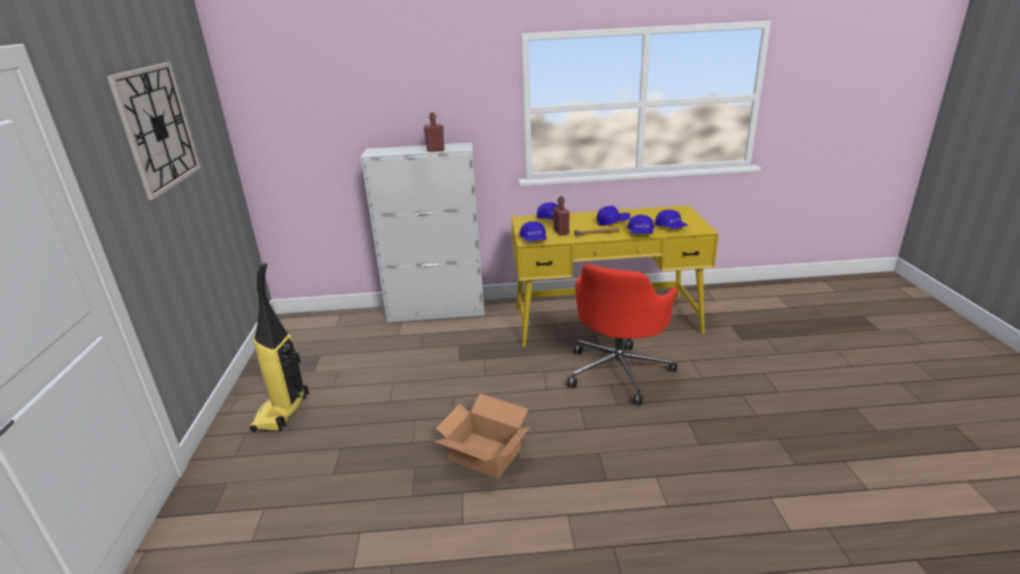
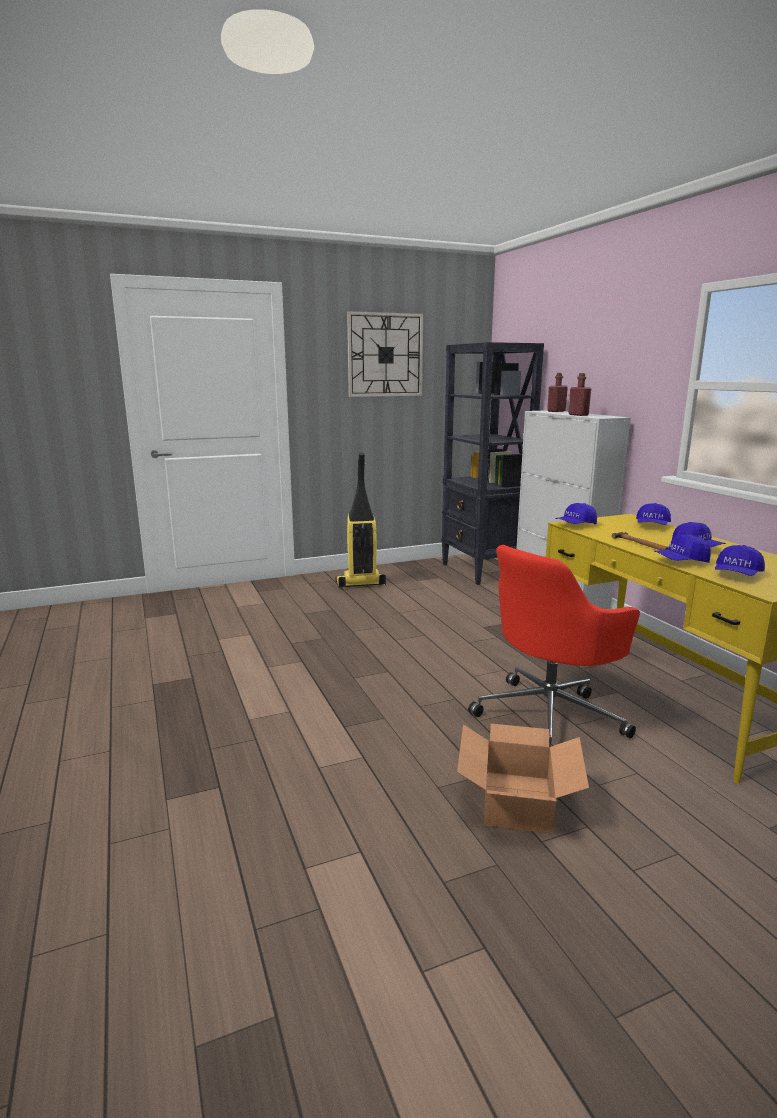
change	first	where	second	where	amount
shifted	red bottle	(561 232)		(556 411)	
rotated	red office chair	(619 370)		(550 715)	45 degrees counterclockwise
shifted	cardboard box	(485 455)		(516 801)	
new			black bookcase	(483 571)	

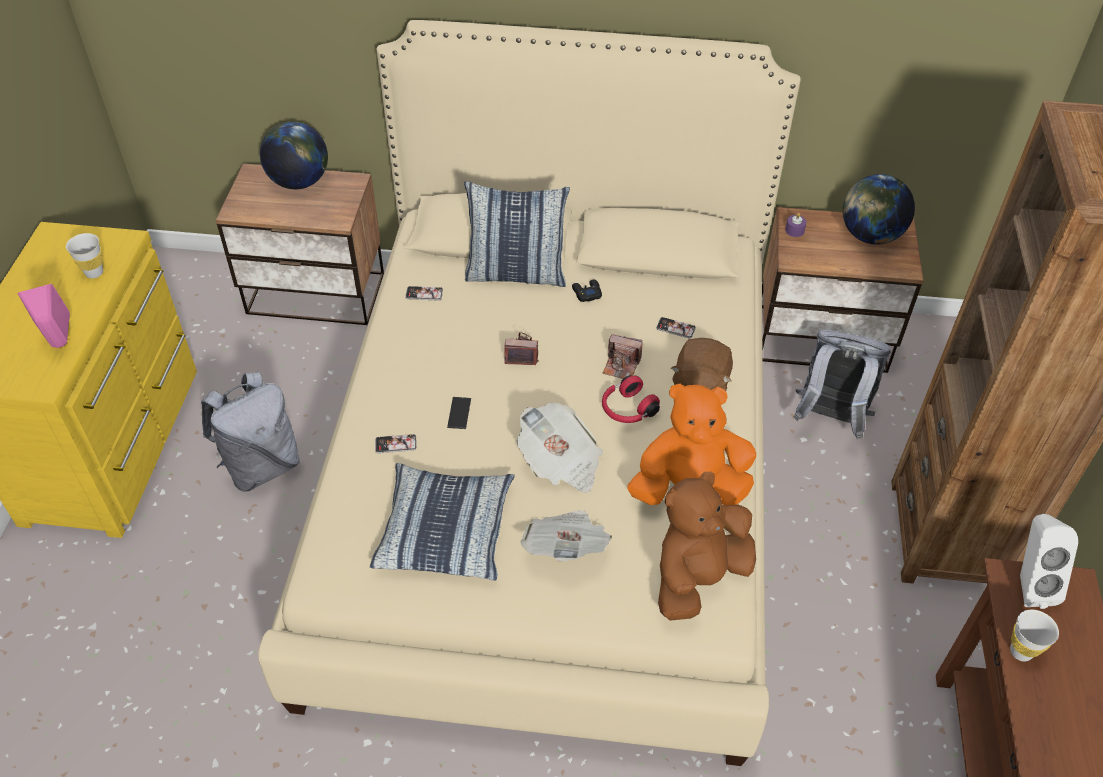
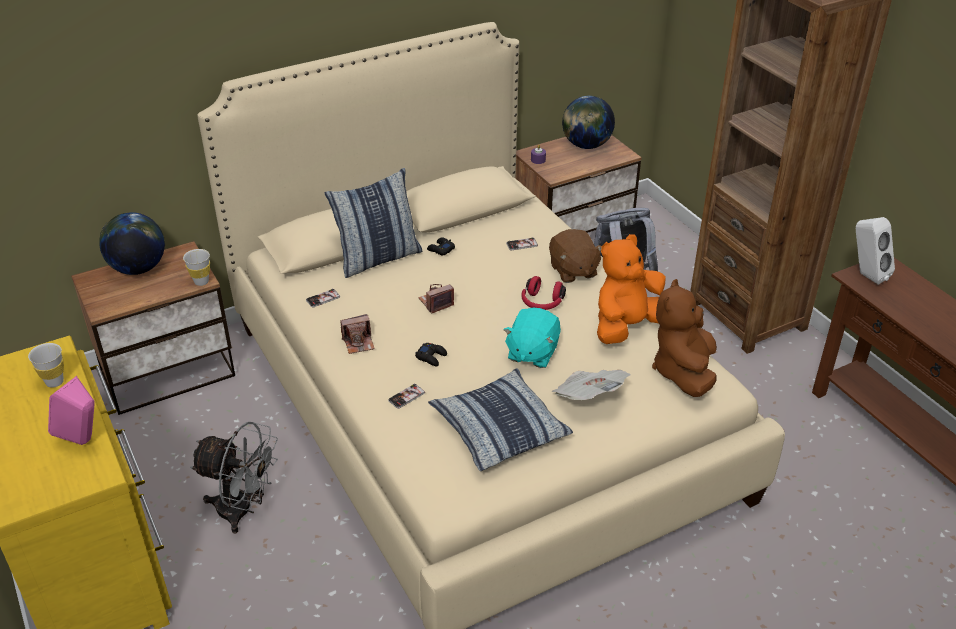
change	first	where	second	where	amount
shifted	photo camera	(621 365)		(358 342)	
swapped	grey backpack	(261 466)	grey fan	(243 510)	
swapped	phone	(459 413)	black game controller	(431 357)	
swapped	newspaper	(560 463)	turquoise plush toy	(532 353)	
shifted	white cup	(1021 652)		(201 281)	

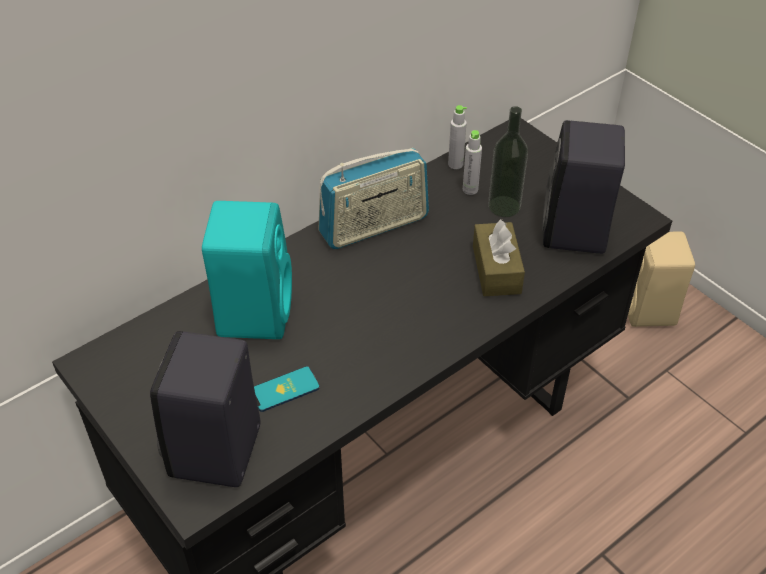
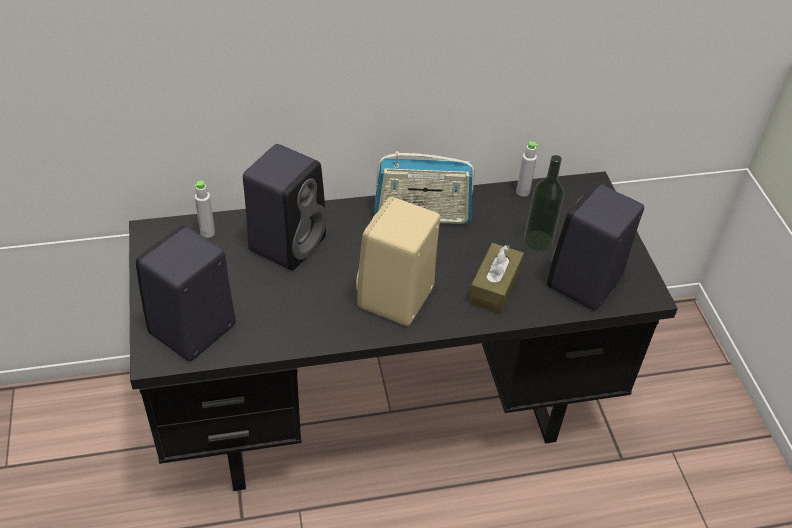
change	first	where	second	where	amount
shifted	grey bottle	(470 189)		(207 232)	
repainted	turquoise speaker	(254 310)	black speaker	(288 242)	
shifted	beige speaker	(649 310)		(395 299)	
gone	phone	(284 389)			

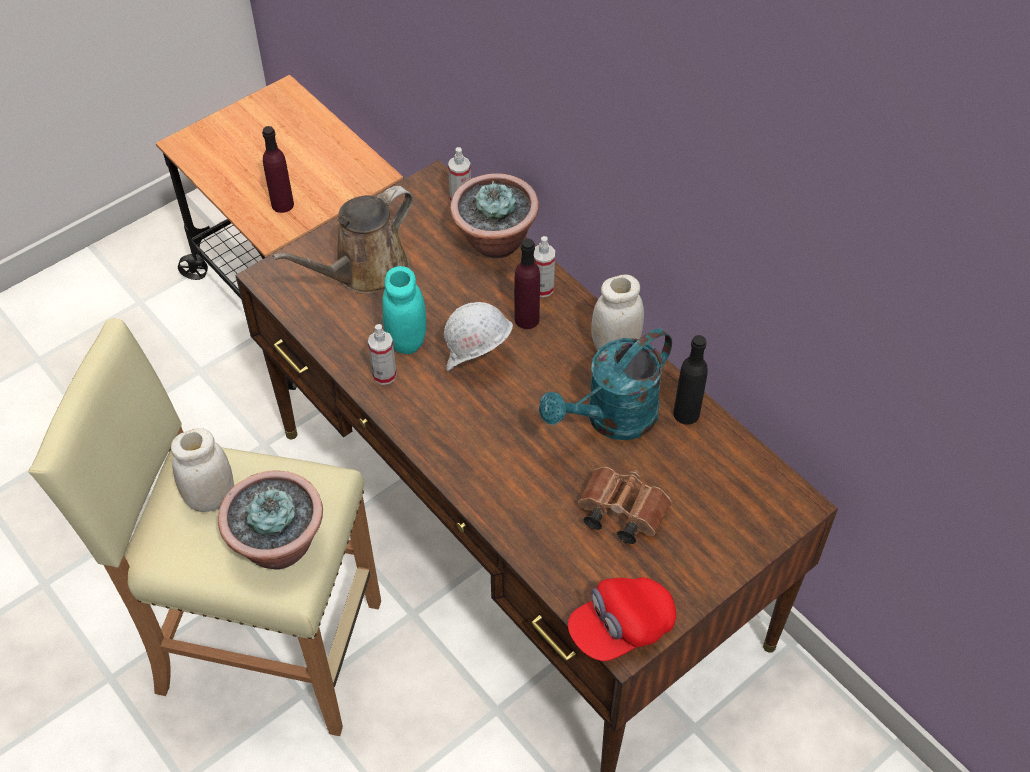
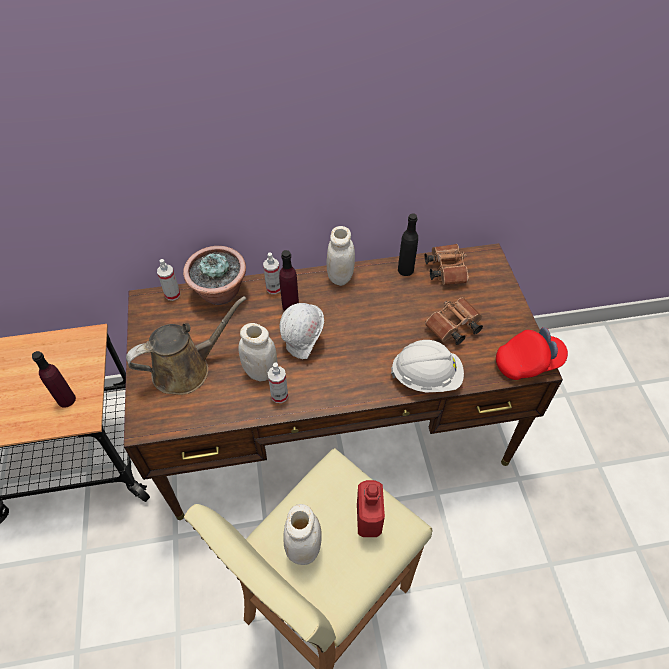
change	first	where	second	where	amount
rotated	brown watering can	(365 271)		(186 369)	105 degrees counterclockwise
repainted	turquoise jar	(406 340)	white jar	(261 371)	
gone	turquoise watering can	(611 419)			
swapped	potted plant	(278 545)	red bottle	(368 519)	
rotated	red cap	(621 628)		(528 363)	105 degrees counterclockwise
new			brown binoculars	(445 269)	
new			white hard hat	(426 377)	

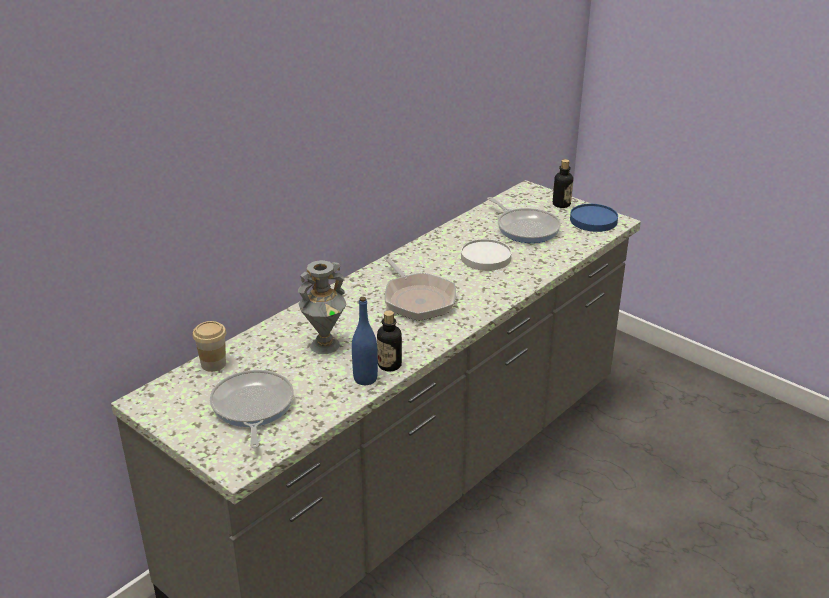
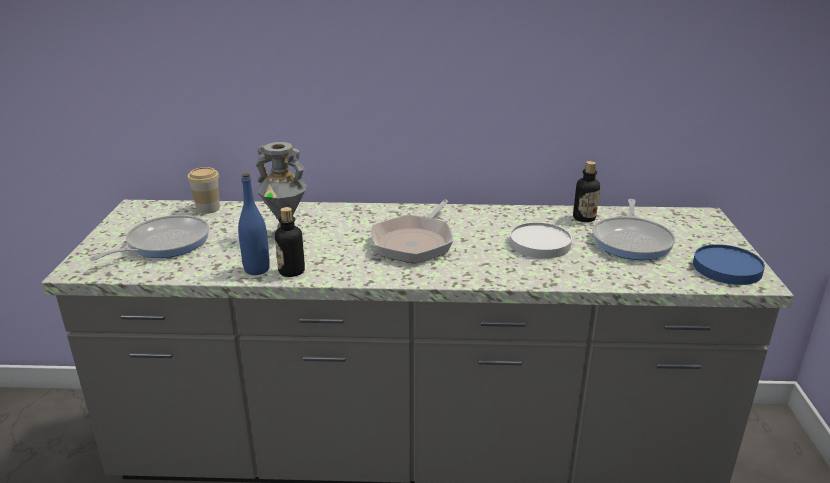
change	first	where	second	where	amount
shifted	bottle	(561 204)		(584 218)	

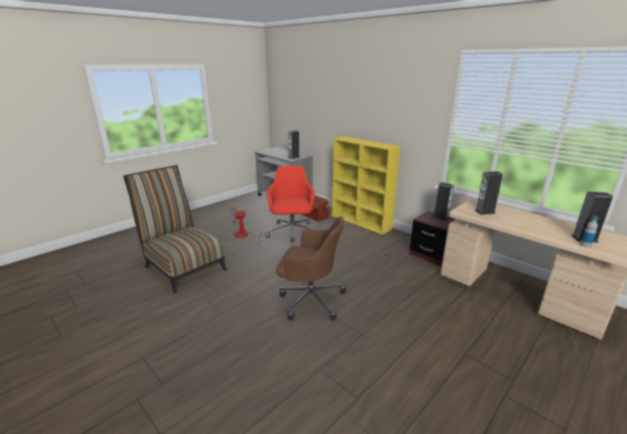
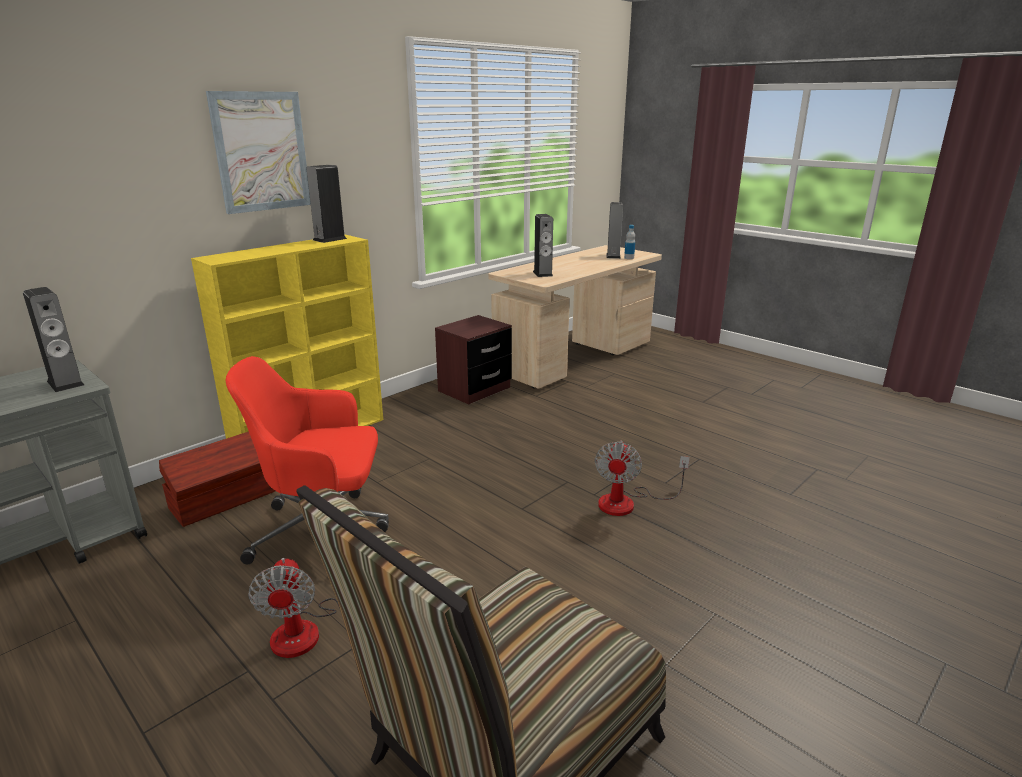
change	first	where	second	where	amount
shifted	speaker	(441 217)		(329 239)	
swapped	brown office chair	(310 299)	fan	(627 502)	
new			picture	(261 152)	

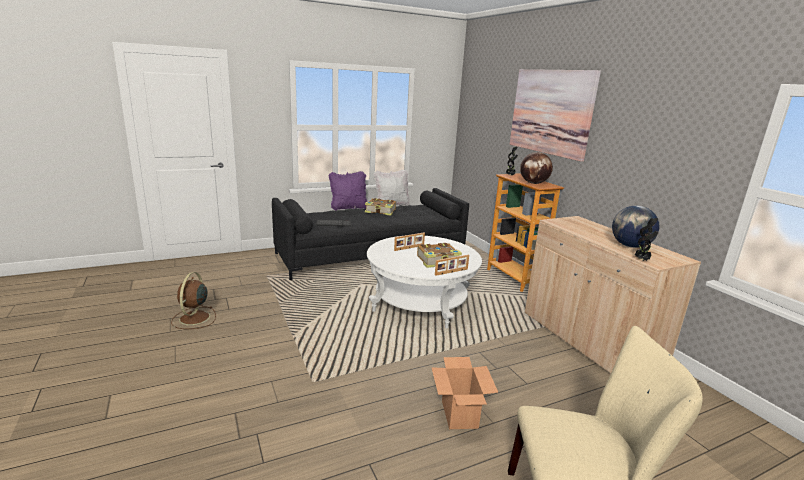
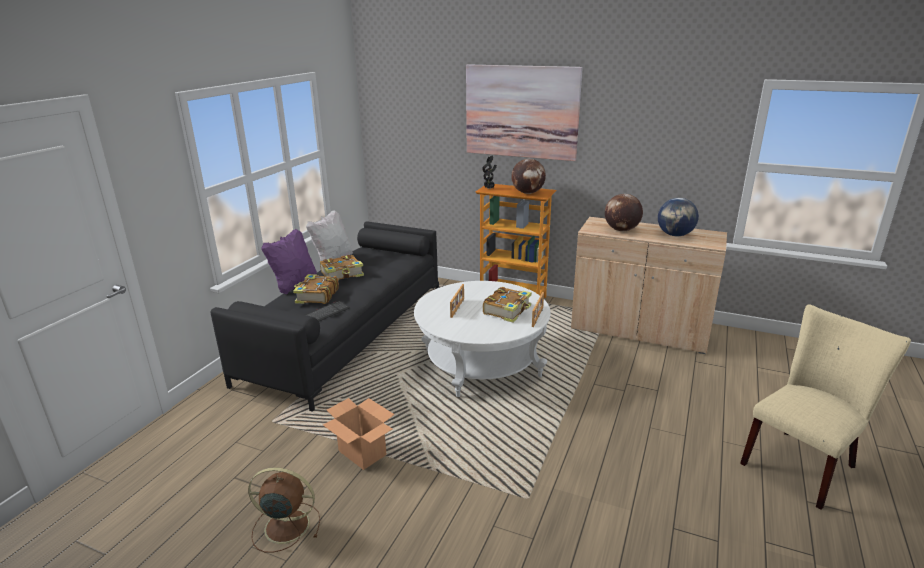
change	first	where	second	where	amount
gone	potted plant	(642 260)			
rotated	brown fan	(194 318)		(285 526)	135 degrees clockwise
shifted	cardboard box	(459 414)		(363 453)	
new			globe	(621 230)	
new			book	(316 296)	

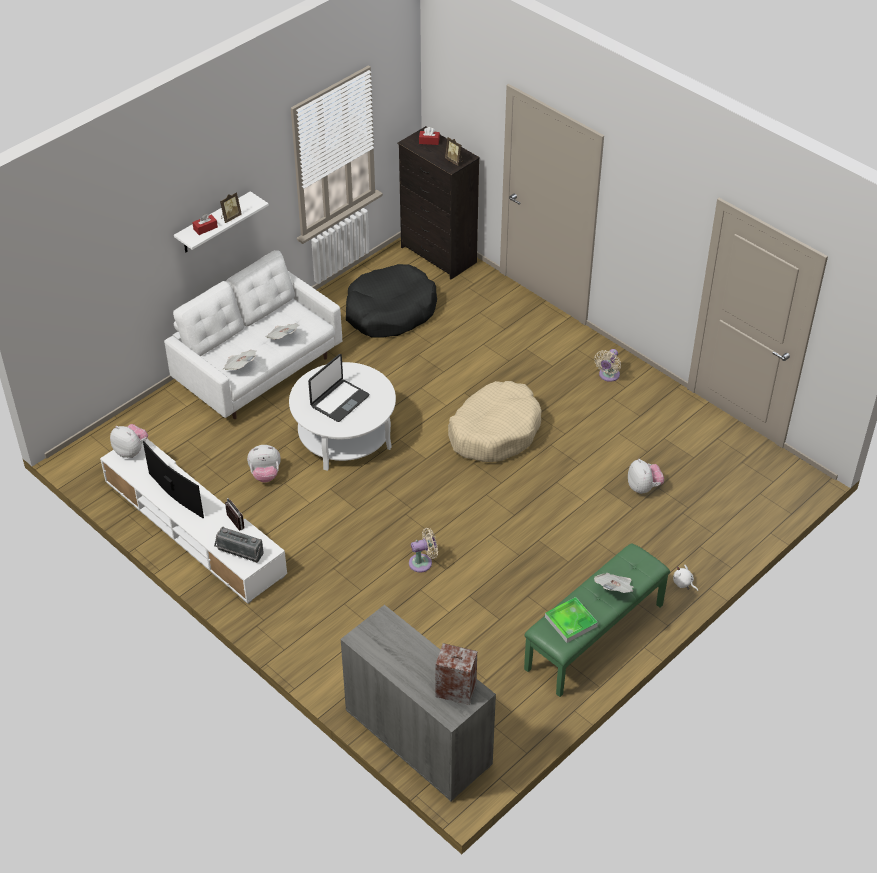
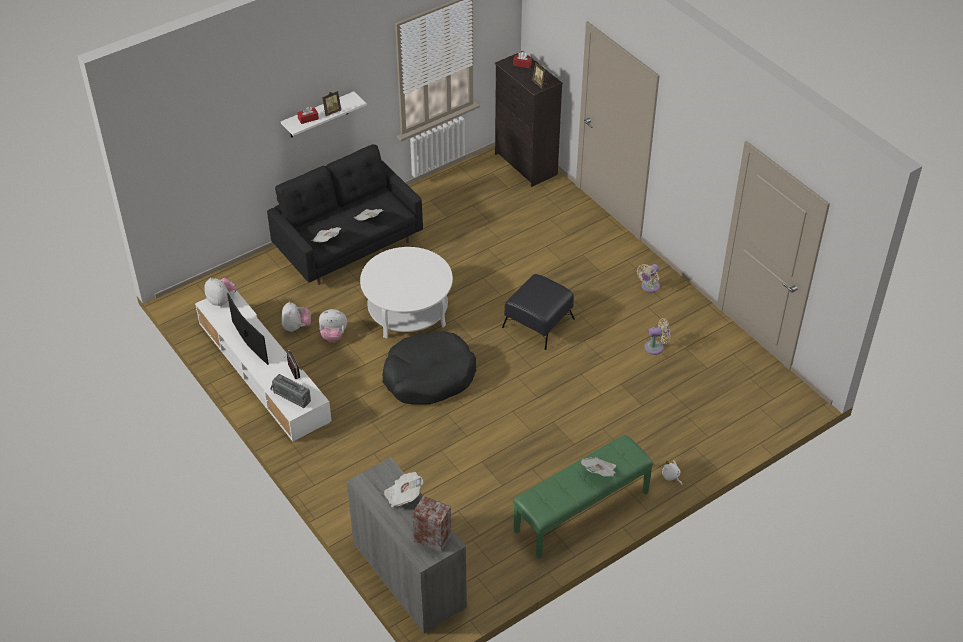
change	first	where	second	where	amount
repainted	white sofa	(259 370)	black sofa	(349 245)	
shifted	black dog bed	(390 311)		(428 377)	
gone	laptop	(339 401)			
swapped	beige dog bed	(494 431)	black ottoman	(537 323)	
shifted	plush toy	(643 487)		(296 327)	
shifted	beige fan	(423 562)		(656 347)	
gone	tray	(571 622)			
new			newspaper	(403 495)	

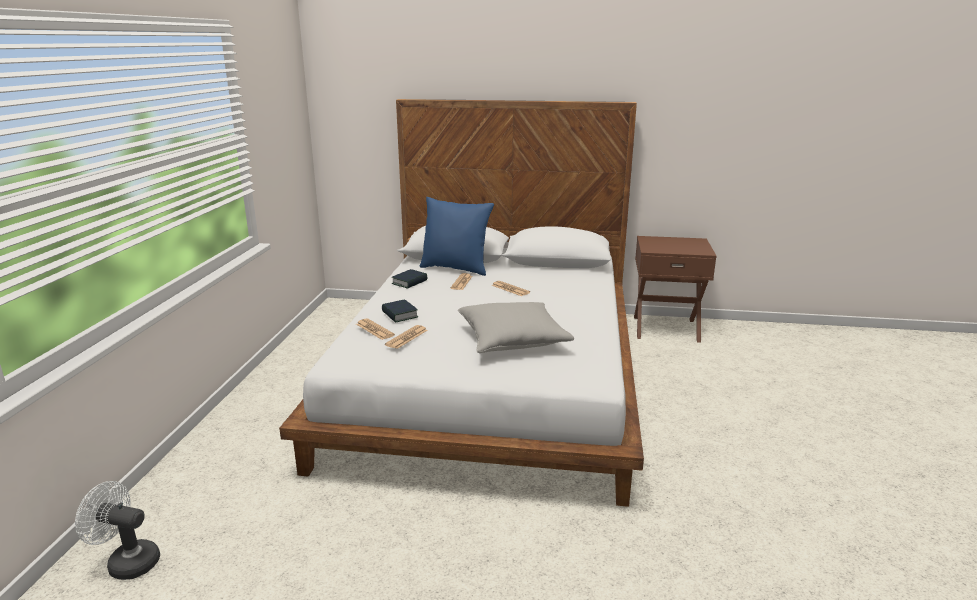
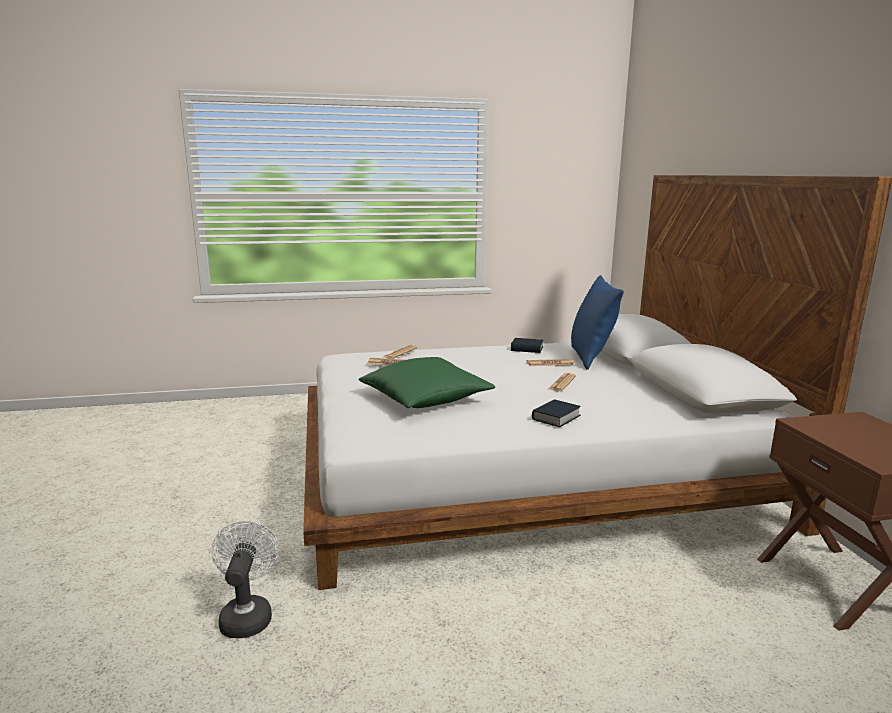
change	first	where	second	where	amount
shifted	book	(399 315)		(556 418)	
repainted	grey pillow	(512 340)	green pillow	(425 399)	
shifted	white fan	(127 562)		(247 615)	

